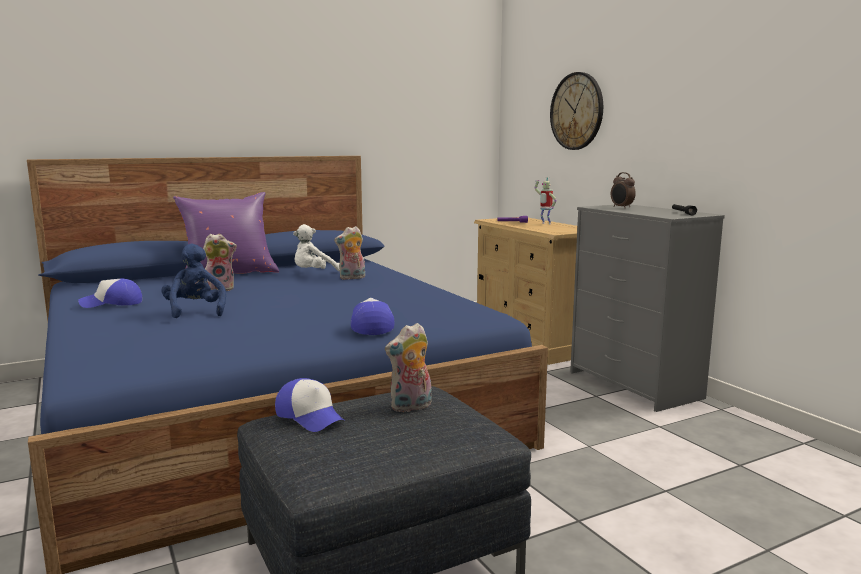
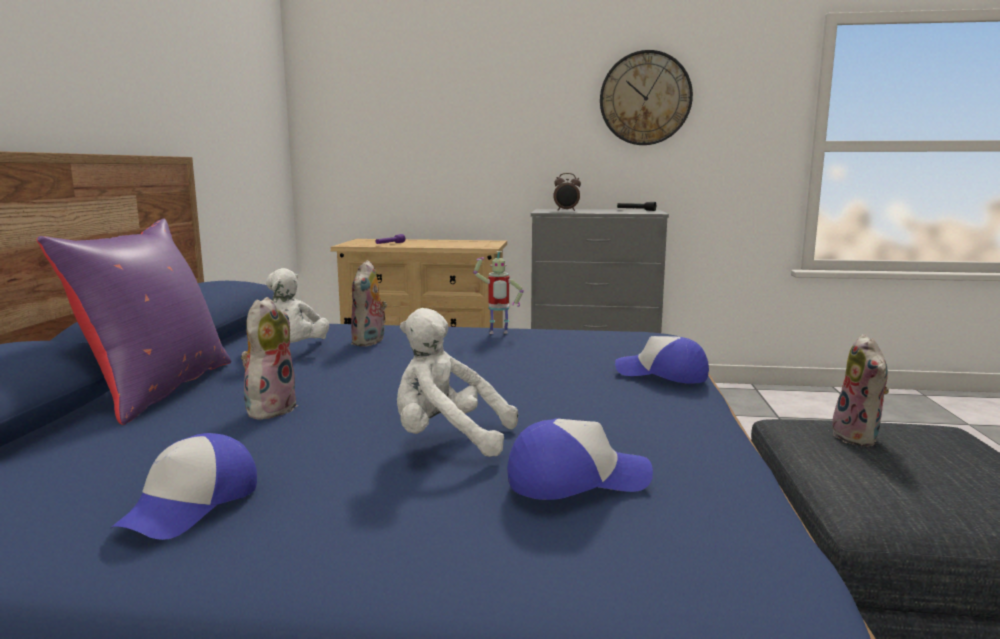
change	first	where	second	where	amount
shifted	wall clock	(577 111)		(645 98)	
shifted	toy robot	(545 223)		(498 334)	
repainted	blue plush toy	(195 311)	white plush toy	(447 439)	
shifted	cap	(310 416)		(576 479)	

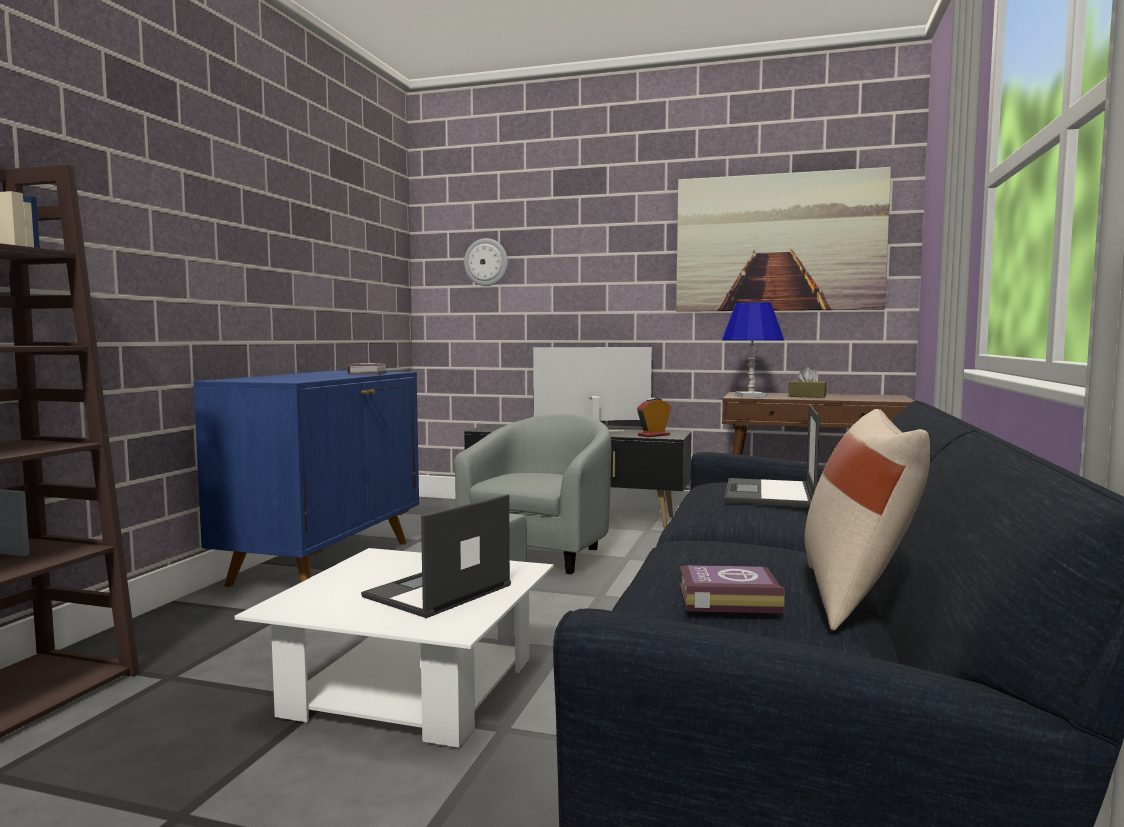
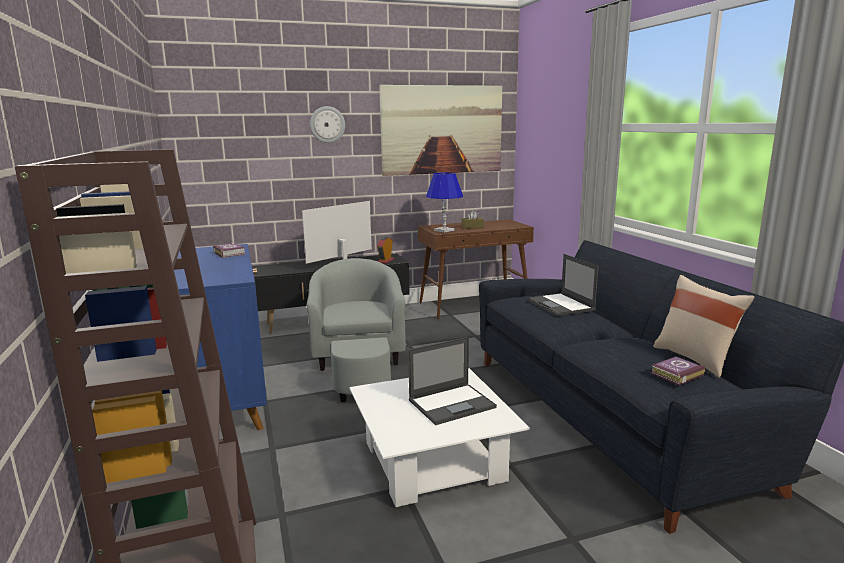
change	first	where	second	where	amount
shifted	wall clock	(486 262)		(327 124)	
rotated	laptop	(437 591)		(452 403)	120 degrees counterclockwise

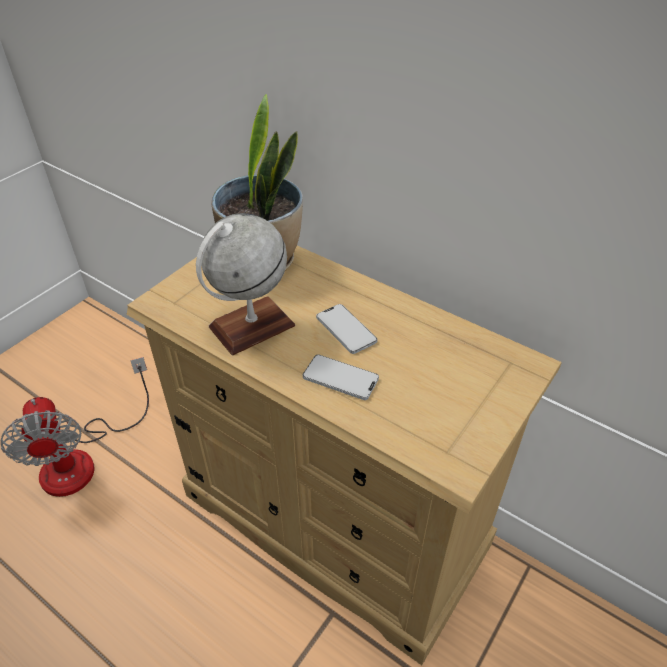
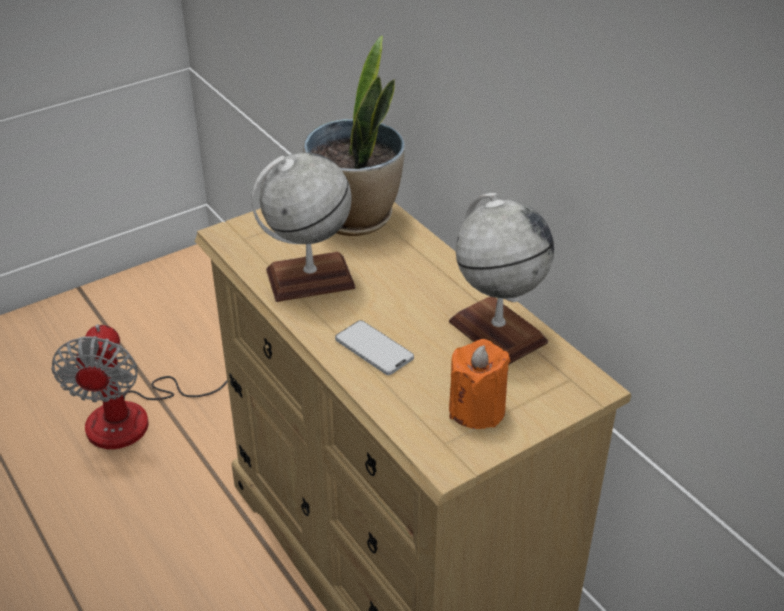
change	first	where	second	where	amount
gone	phone	(346 329)			
new			globe	(497 331)	
new			orange candle	(477 410)	

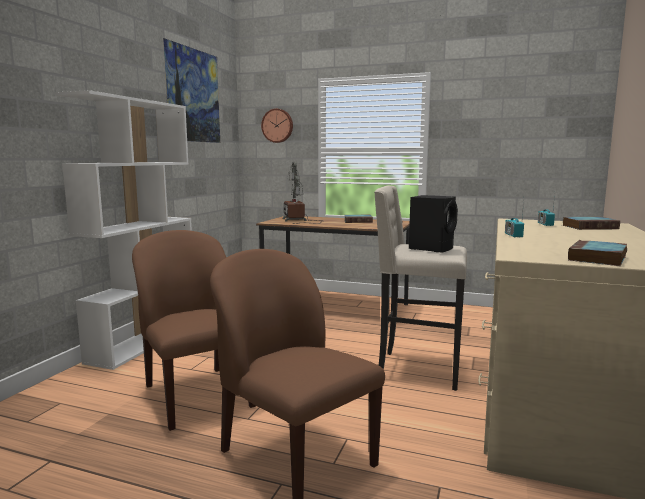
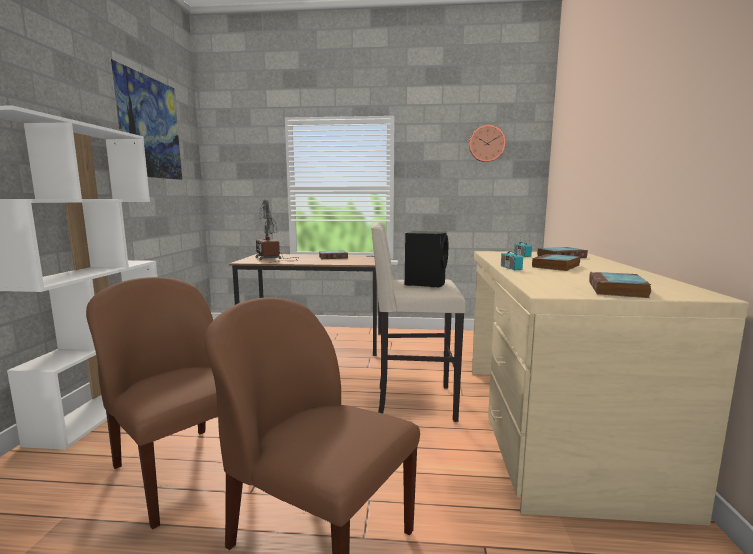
change	first	where	second	where	amount
shifted	wall clock	(277 125)		(486 143)	
new			book	(556 266)	

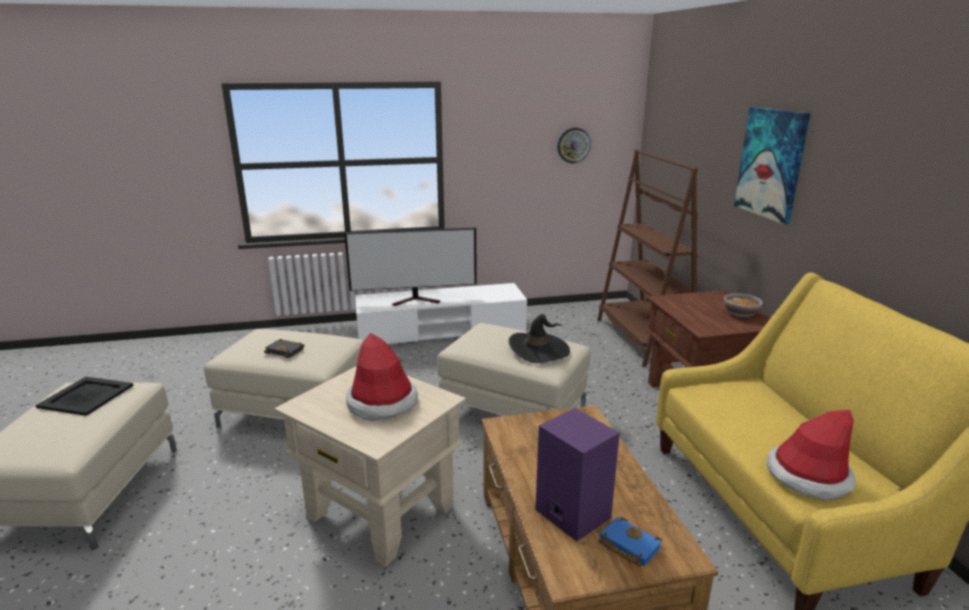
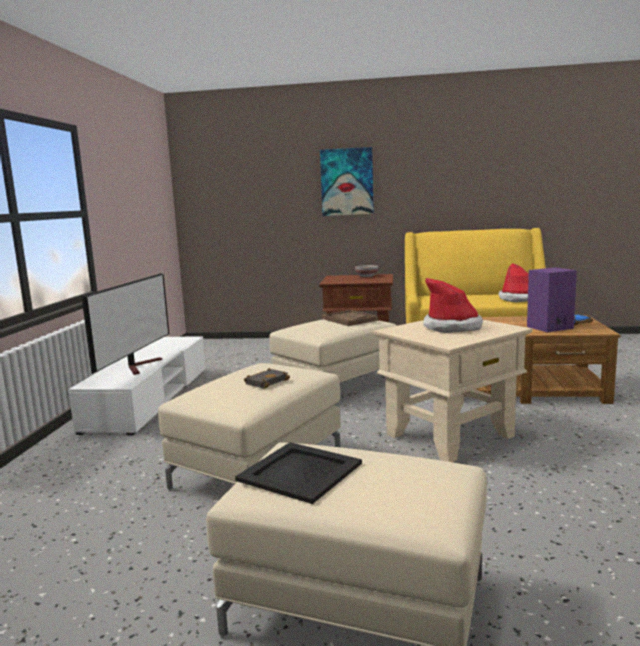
change	first	where	second	where	amount
gone	wall clock	(573 145)			
gone	brown bookcase	(643 338)			
swapped	black hat	(539 350)	brown tray	(349 319)	

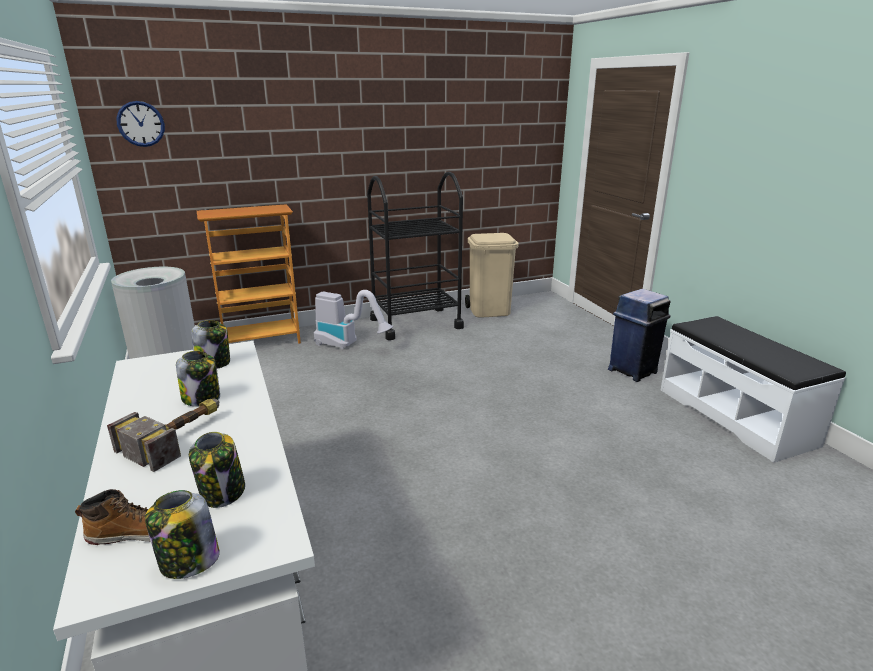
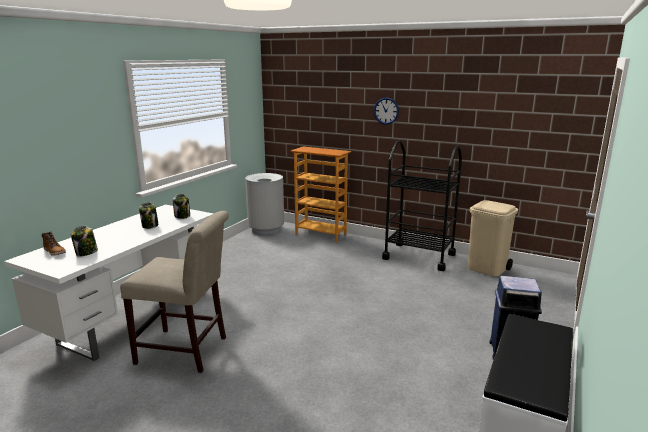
change	first	where	second	where	amount
shifted	wall clock	(141 124)		(386 111)	
gone	vacuum cleaner	(349 345)			
gone	hammer	(180 436)			
gone	jar	(188 561)			
new			beige chair	(186 351)	

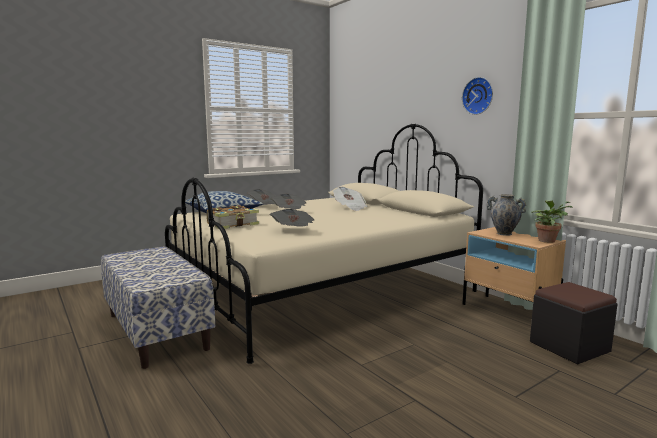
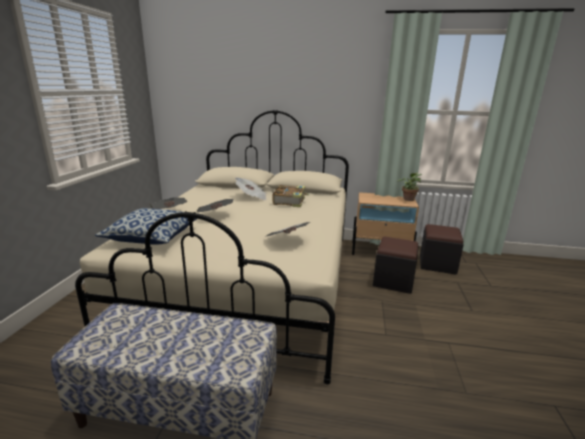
change	first	where	second	where	amount
gone	wall clock	(478 96)			
gone	vase	(504 234)			
shifted	book	(233 224)		(290 201)	
new			black ottoman	(393 281)	

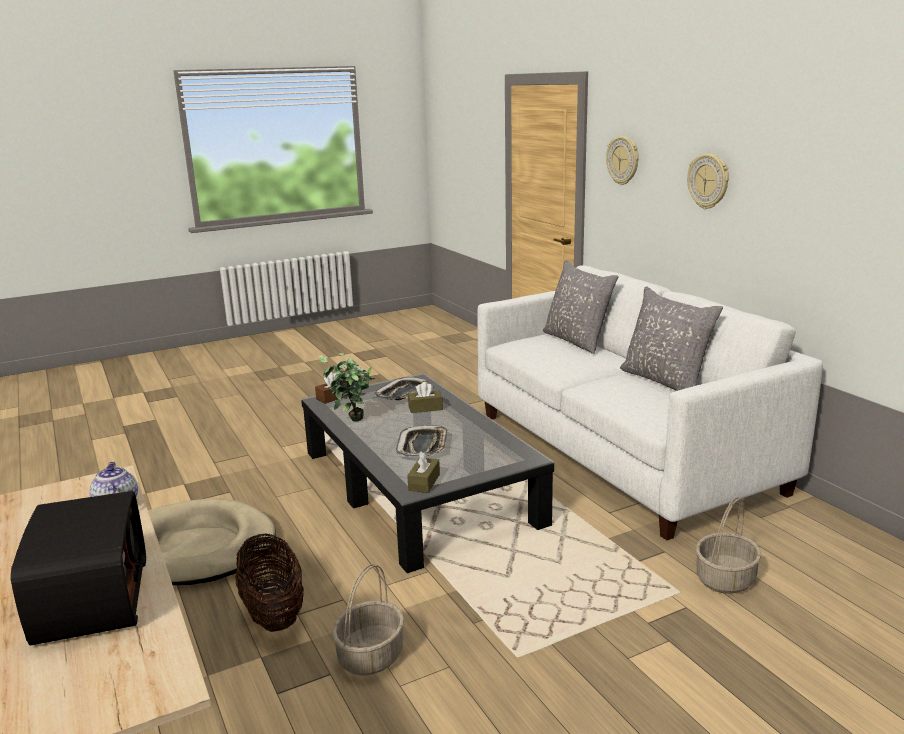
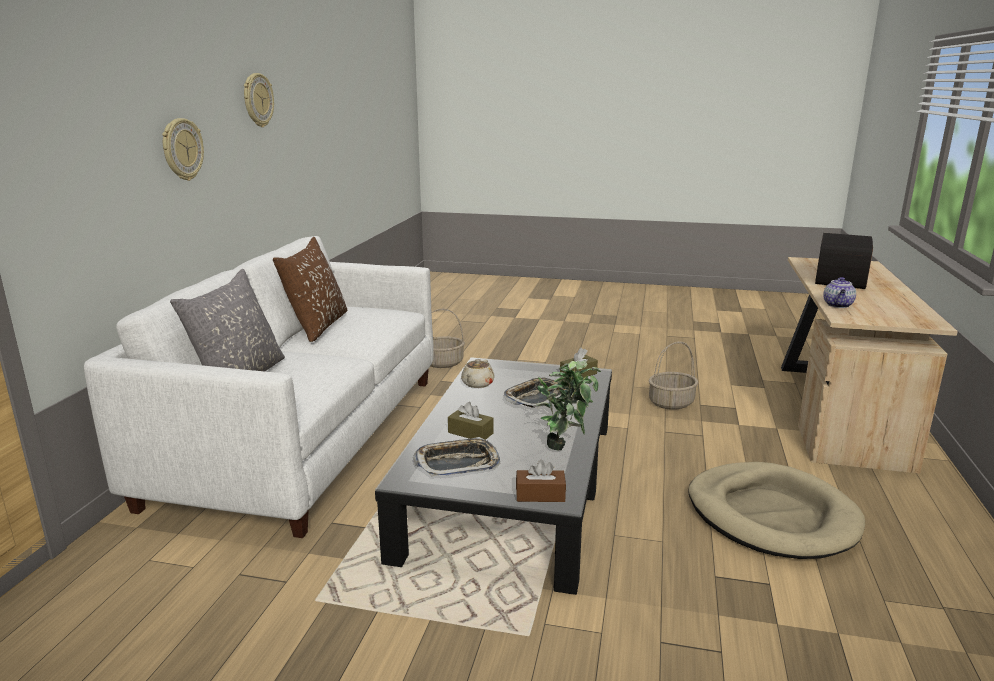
change	first	where	second	where	amount
shifted	wall clock	(623 160)		(257 100)	
repainted	grey pillow	(665 381)	brown pillow	(317 326)	
gone	basket	(273 613)			
new			beige teapot	(477 384)	

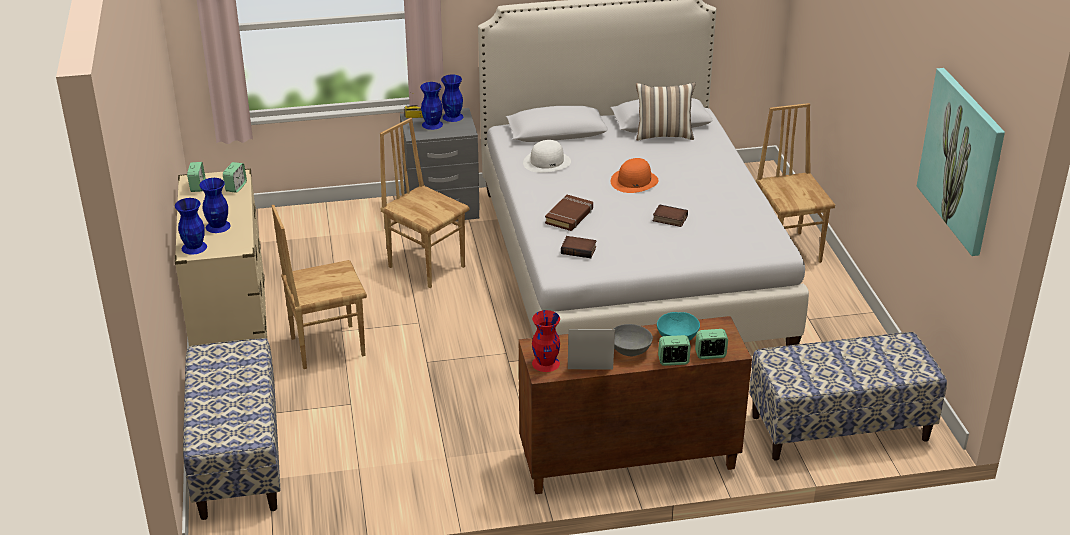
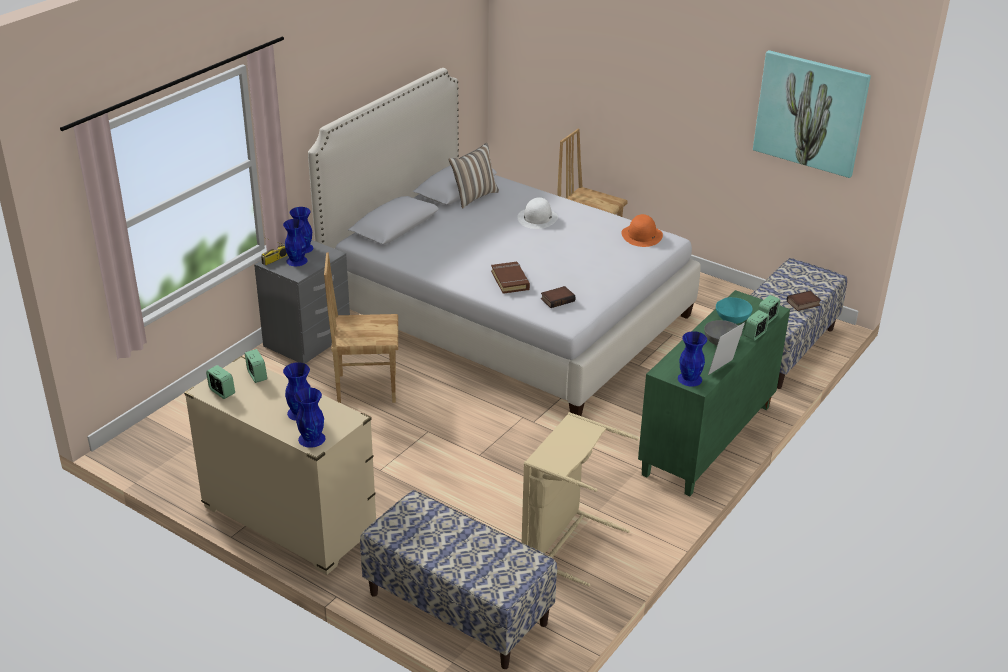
change	first	where	second	where	amount
shifted	white hat	(547 162)		(537 218)	
shifted	orange hat	(634 181)		(642 236)	
shifted	book	(669 219)		(803 304)	
gone	brown chair	(327 346)			
repainted	red vase	(546 363)	blue vase	(690 379)	
repainted	brown cabinet	(627 462)	green cabinet	(708 441)	
new			beige laundry basket	(565 541)	

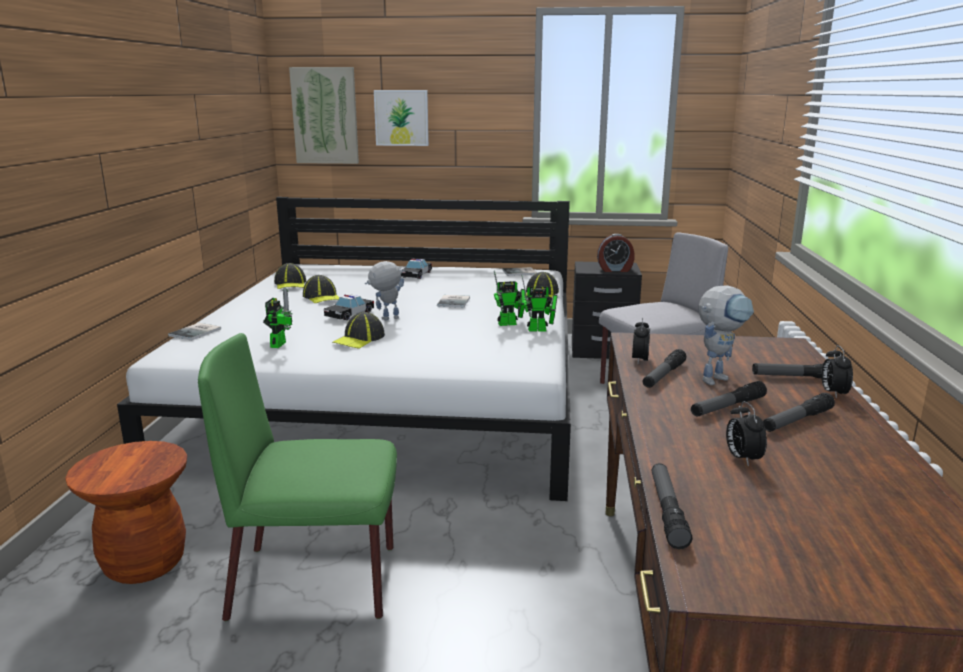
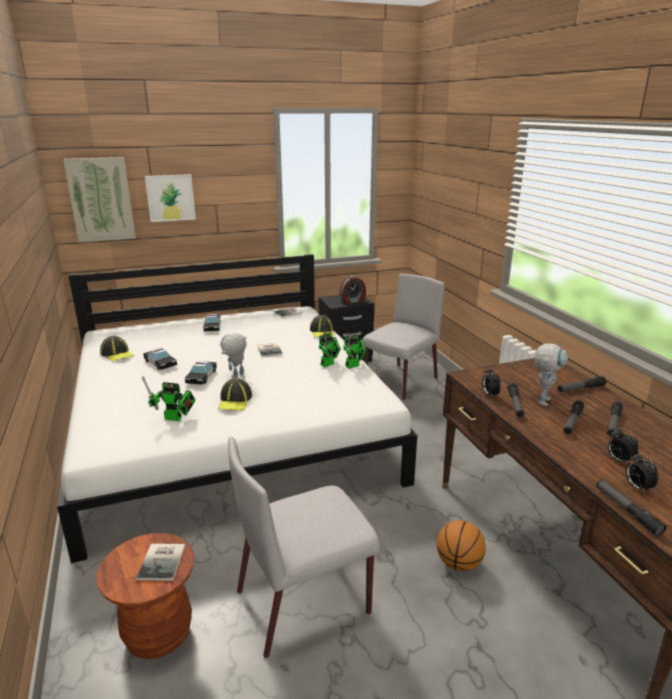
change	first	where	second	where	amount
swapped	cap	(322 297)	toy car	(160 363)	
rotated	toy robot	(279 343)		(175 418)	120 degrees clockwise
shifted	book	(197 332)		(163 561)	
repainted	green chair	(318 581)	grey chair	(305 601)	
shifted	alarm clock	(833 393)		(637 487)	
new			basketball	(459 563)	

